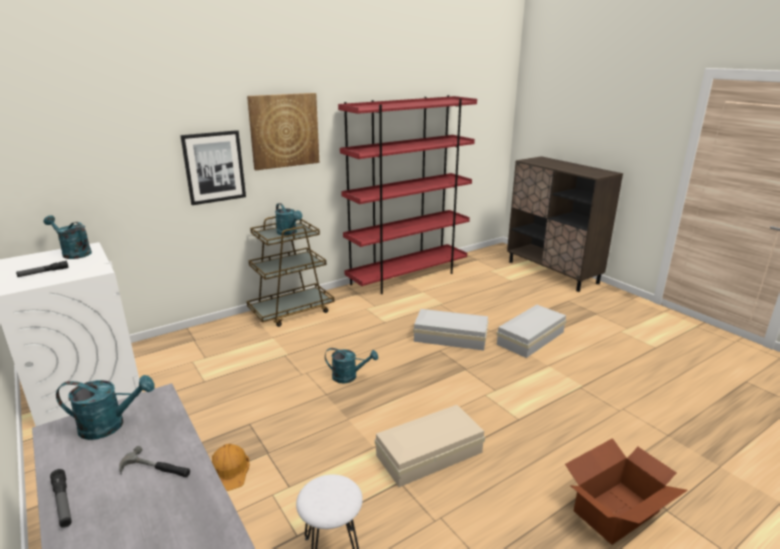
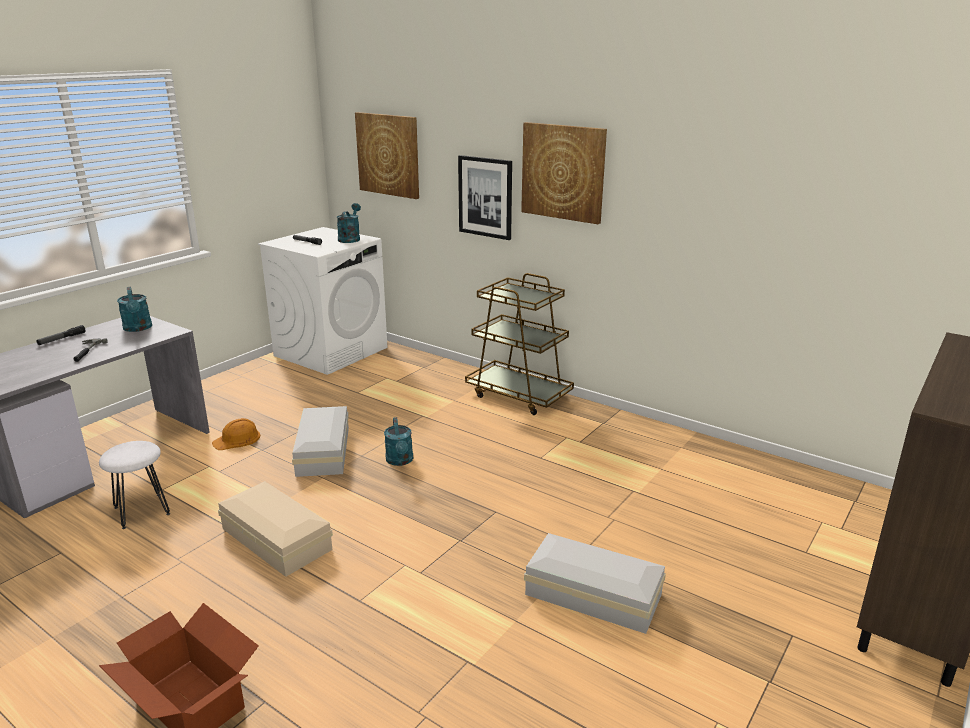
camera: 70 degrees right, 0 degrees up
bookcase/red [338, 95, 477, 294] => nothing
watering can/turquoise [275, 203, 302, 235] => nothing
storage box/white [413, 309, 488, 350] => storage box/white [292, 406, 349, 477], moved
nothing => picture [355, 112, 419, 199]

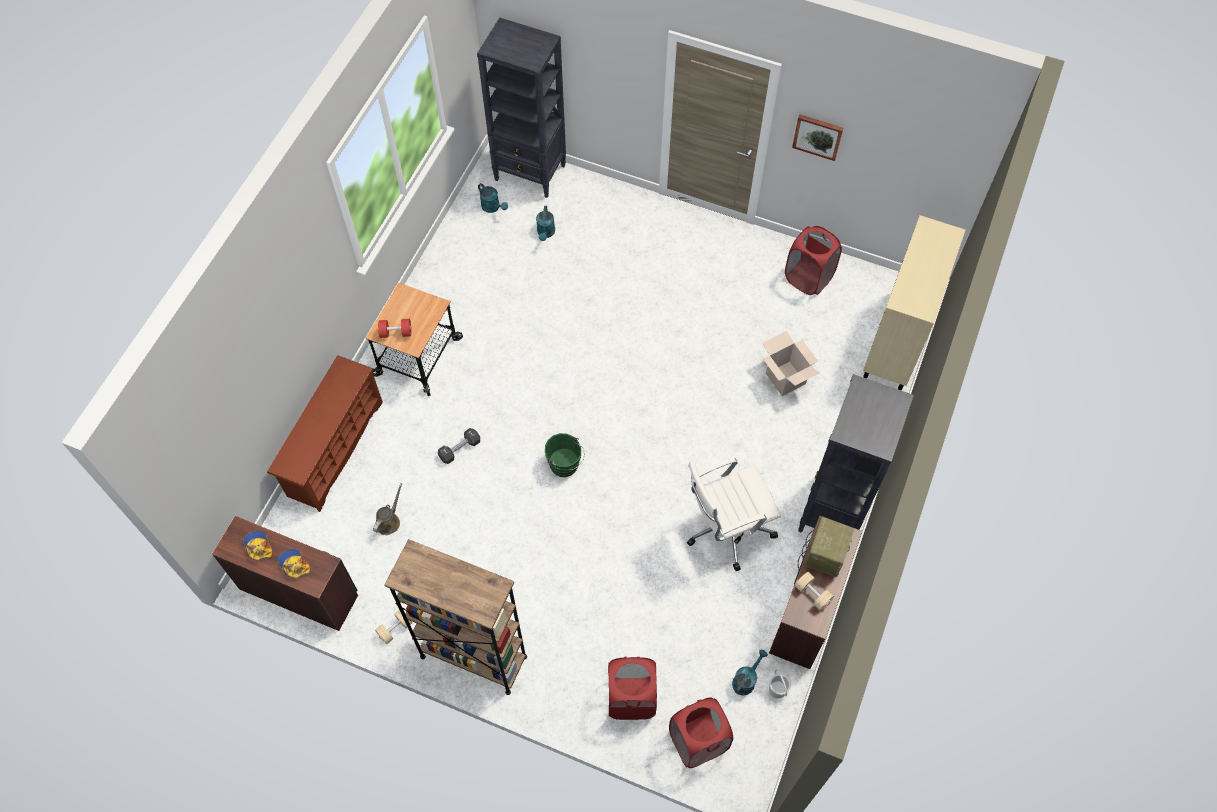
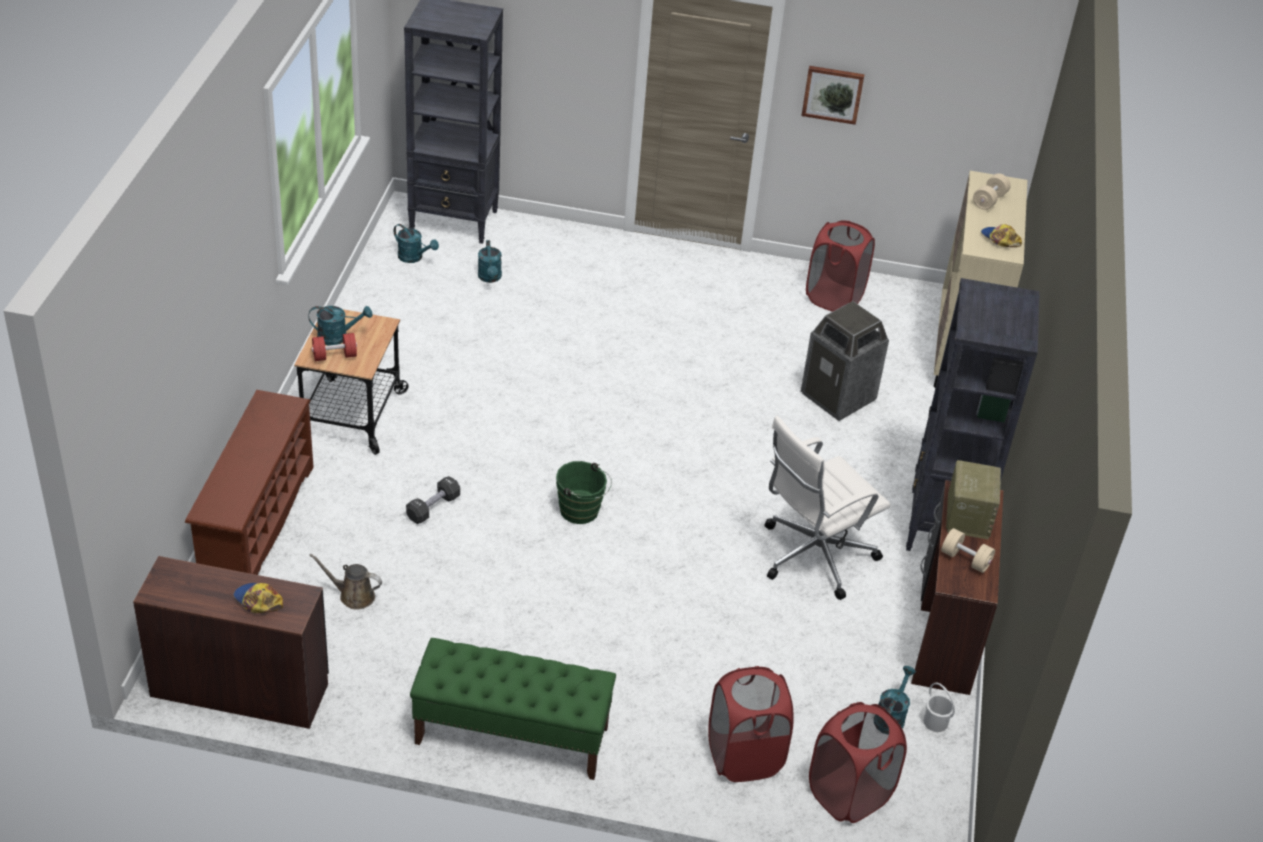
camera: 15 degrees left, 20 degrees down
cardboard box [762, 331, 819, 396] => trash can [801, 301, 889, 421]
watering can/brown [373, 483, 403, 535] => watering can/brown [309, 553, 382, 610], 90 degrees counterclockwise
cap [244, 531, 273, 560] => cap [981, 224, 1022, 247], moved
bookcase/brown [384, 539, 527, 695] => bench/green [410, 638, 616, 780]
dumbbell/beige [375, 610, 412, 644] => dumbbell/beige [973, 173, 1011, 210], moved
nothing => watering can/turquoise [308, 306, 372, 346]

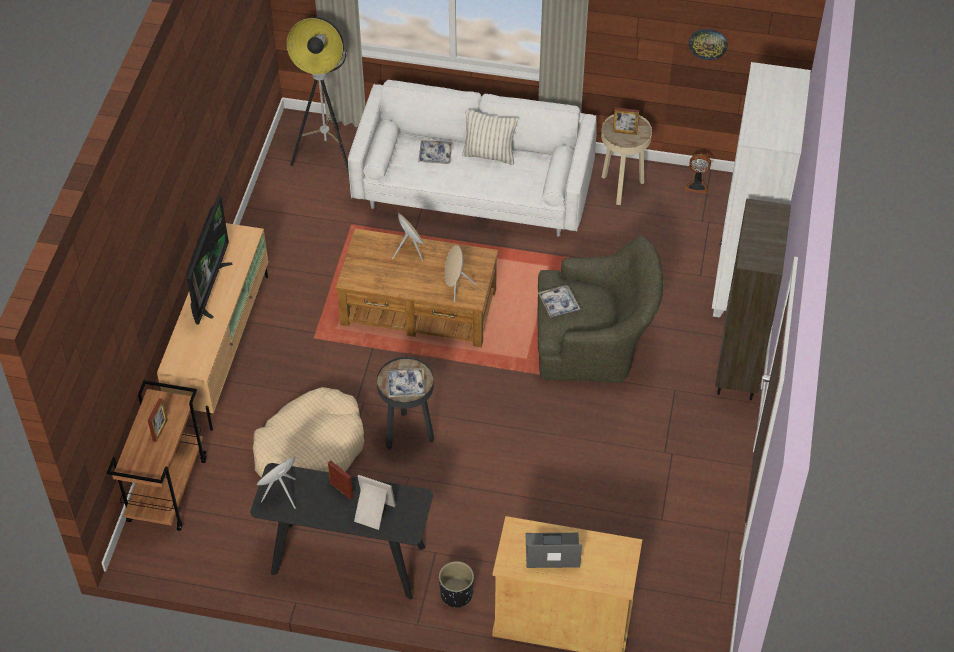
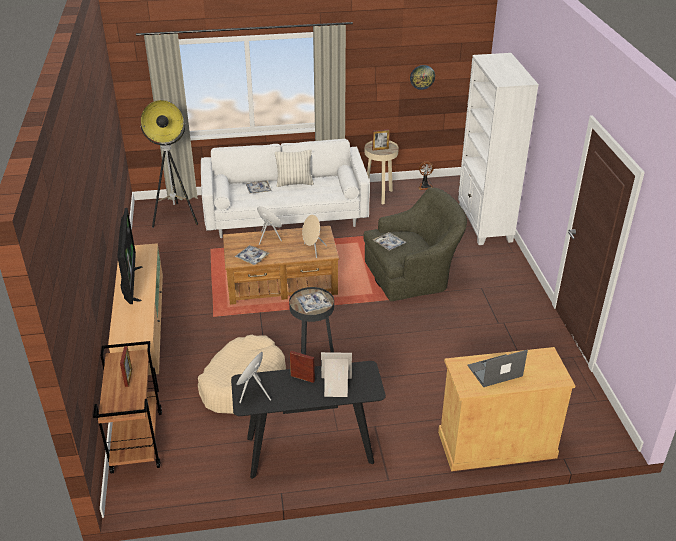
camera: 20 degrees left, 15 degrees down
bookcase/brown [715, 199, 791, 400] => nothing
planter/black [439, 561, 474, 608] => nothing
nothing => tray [235, 245, 270, 265]

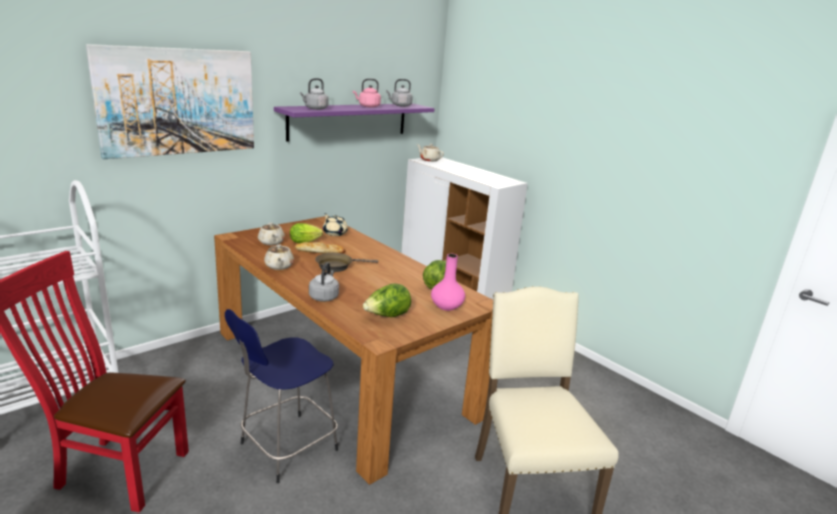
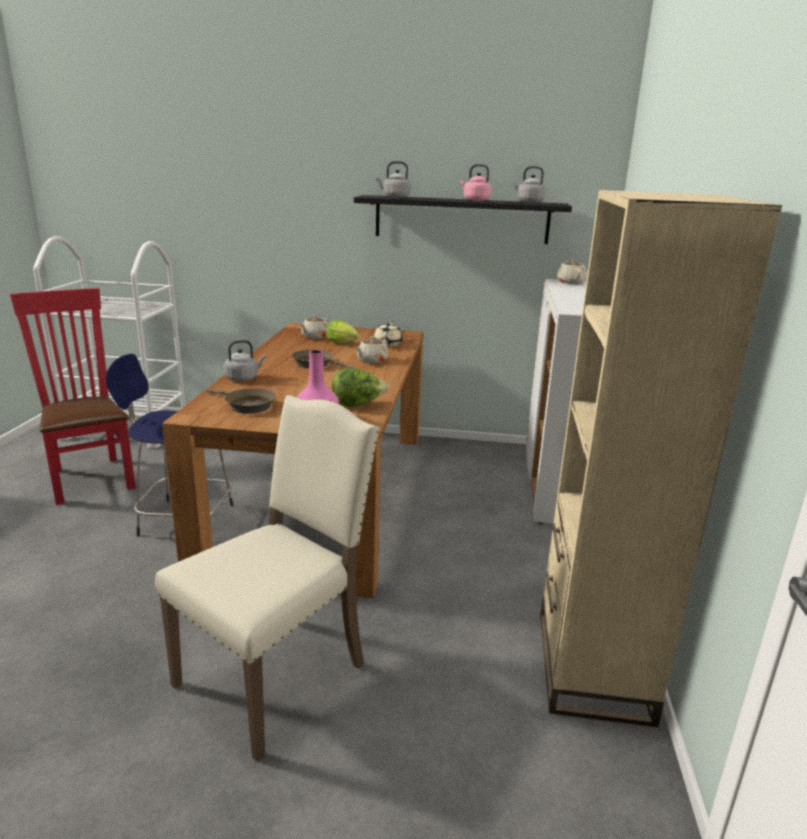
camera: 50 degrees right, 0 degrees up
picture [86, 44, 254, 159] => nothing
shelf/purple [274, 103, 435, 142] => shelf/black [354, 195, 572, 244]
bread [295, 242, 345, 254] => nothing
teapot/beige [264, 244, 294, 270] => teapot/beige [356, 336, 388, 363], moved
lettuce [363, 283, 411, 317] => frying pan/brown [206, 388, 276, 414]
nothing => bookcase/beige [540, 190, 782, 727]

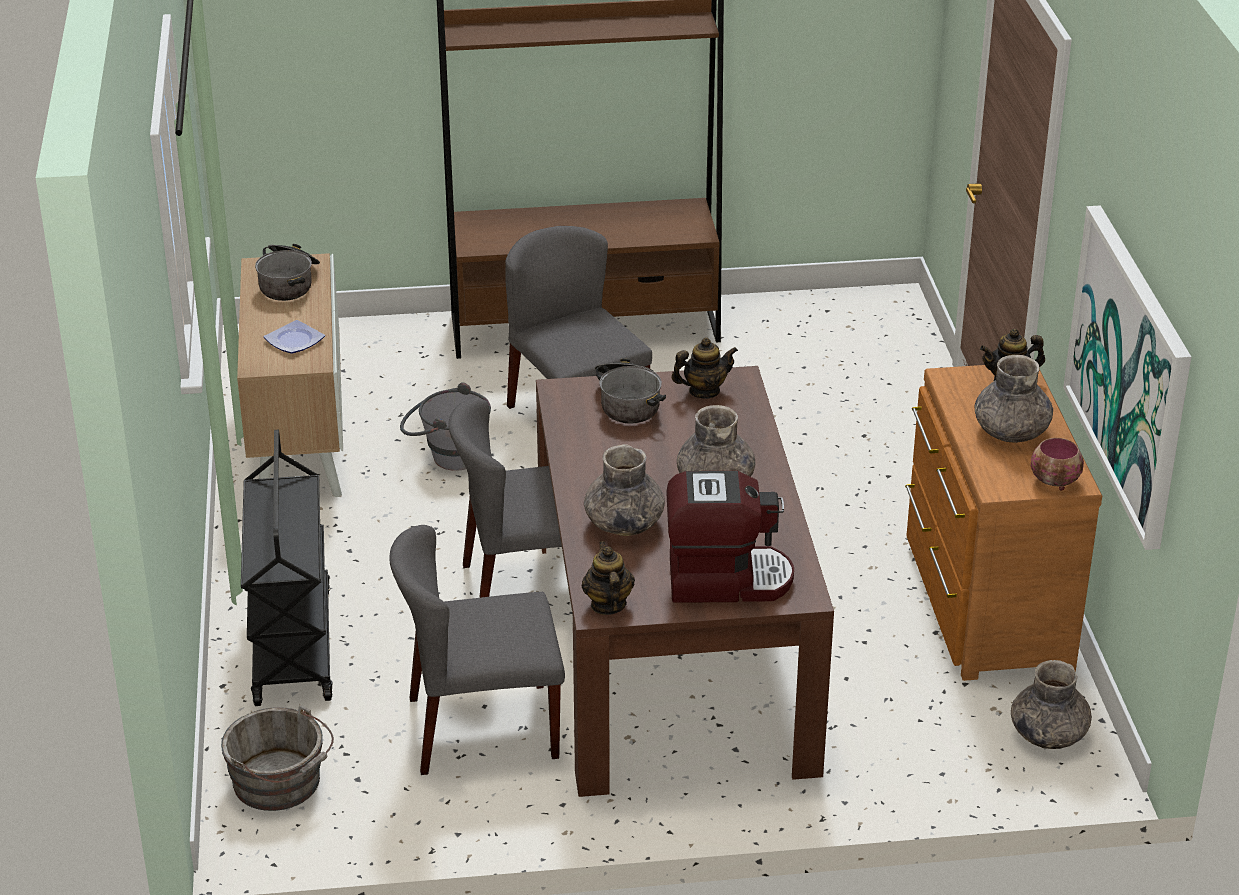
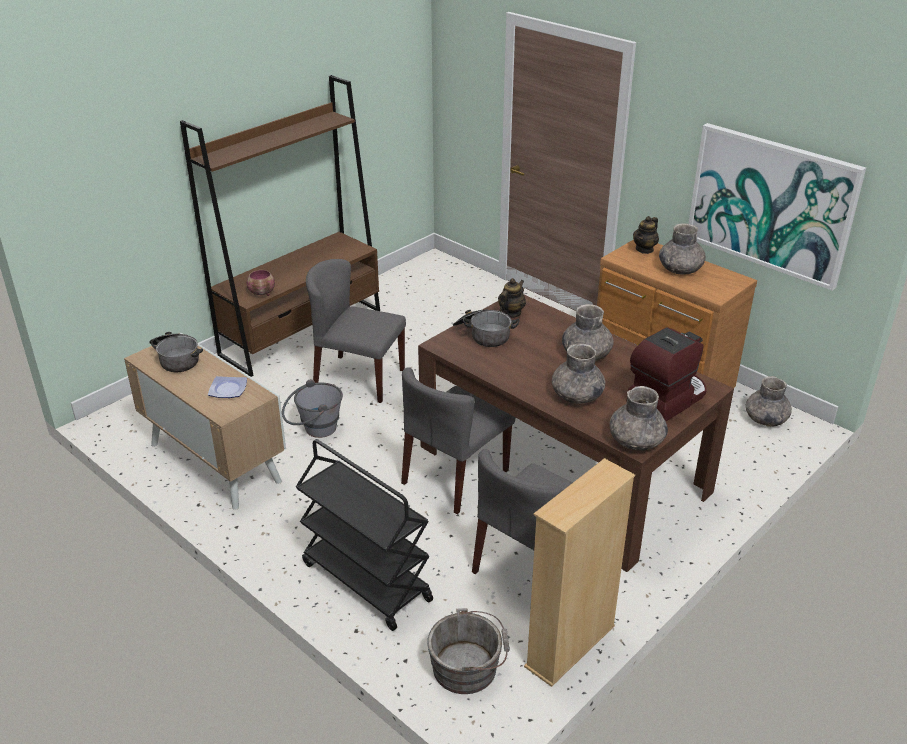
camera: 40 degrees left, 0 degrees up
bowl [1031, 438, 1084, 491] => bowl [247, 270, 275, 296], moved
teapot [582, 541, 635, 615] => vase/grey [609, 386, 668, 451]
nothing => bookcase/beige [524, 458, 635, 687]

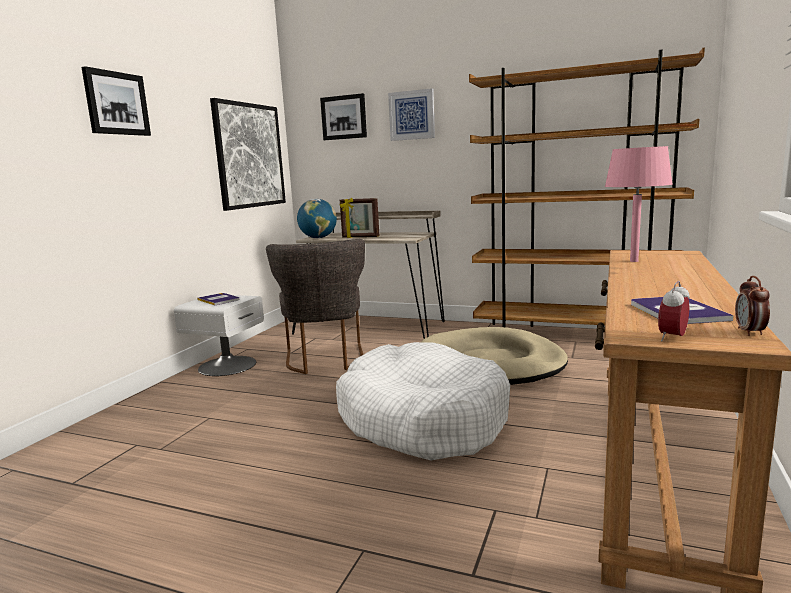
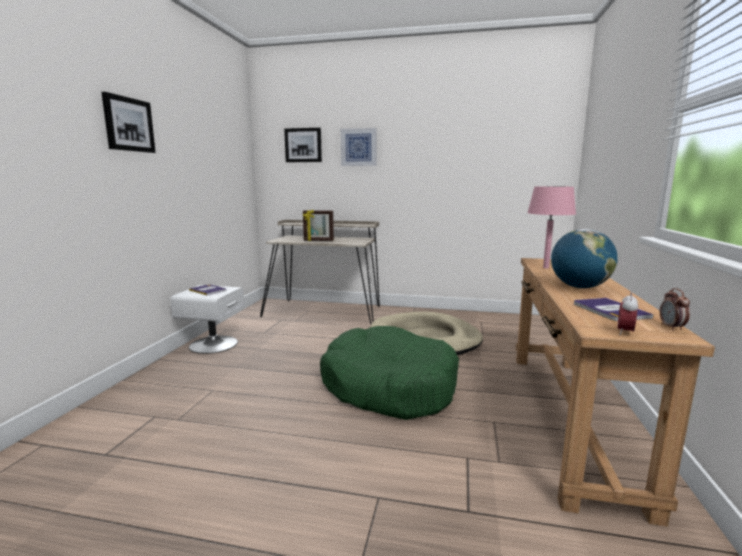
camera: 10 degrees left, 0 degrees up
bookcase/brown [469, 48, 705, 327] => nothing
picture [210, 98, 286, 211] => nothing
globe [297, 199, 337, 238] => globe [551, 229, 618, 288], moved
chair/grey [266, 239, 365, 374] => nothing
dog bed/white [336, 342, 510, 460] => dog bed/green [320, 326, 459, 420]

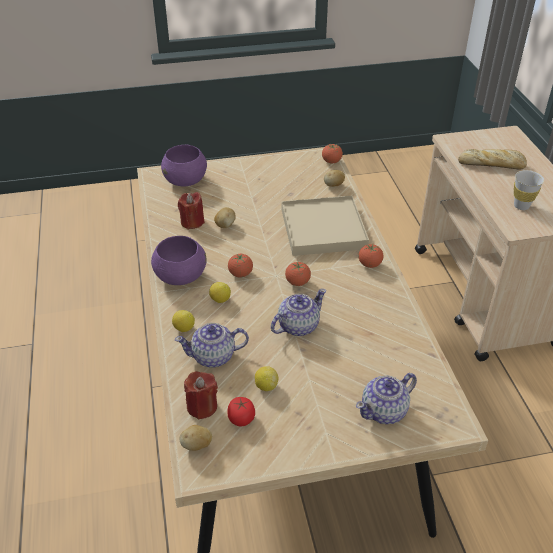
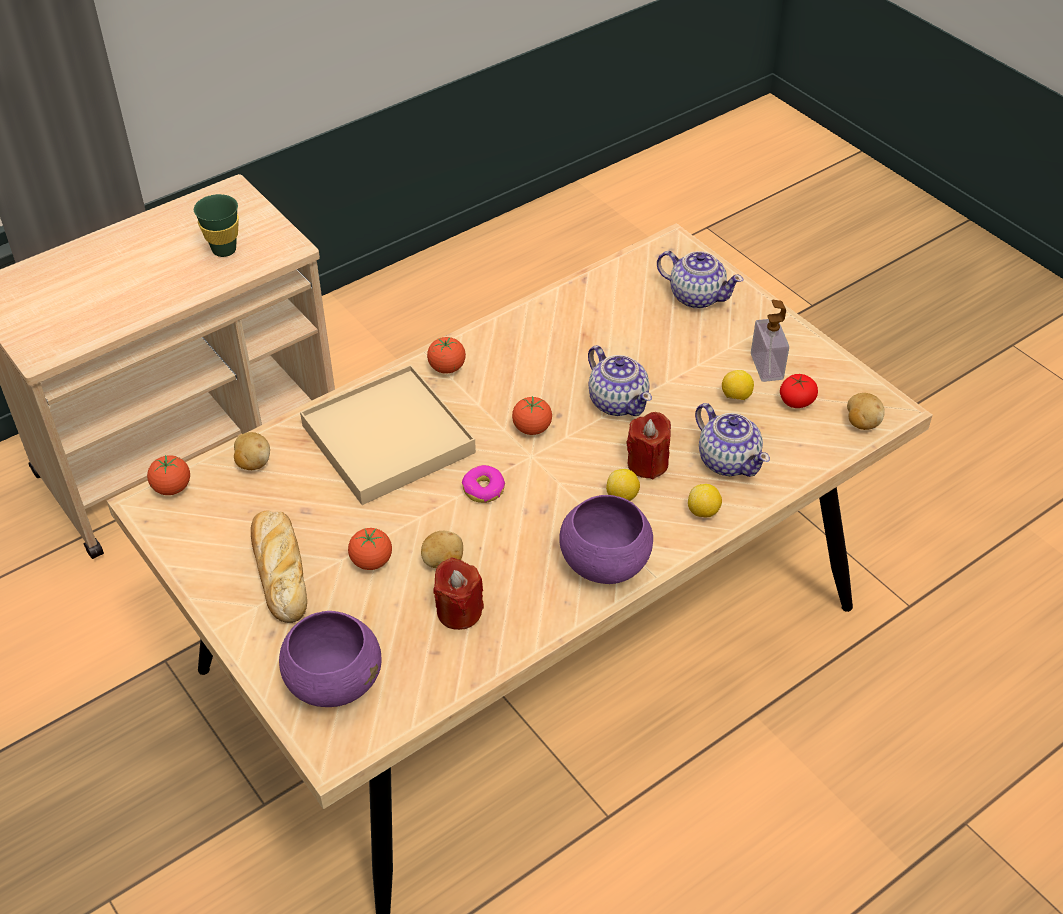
camera: 115 degrees left, 5 degrees up
bread [458, 149, 527, 169] => bread [251, 511, 307, 623], moved
cup/white [514, 170, 544, 210] => cup/green [194, 194, 239, 257]
tomato [228, 253, 253, 277] => tomato [348, 528, 392, 570], moved
teapot [271, 289, 326, 336] => teapot [588, 345, 652, 416], 150 degrees counterclockwise
candle/red [184, 371, 218, 419] => candle/red [627, 412, 671, 479], moved
nothing => soap dispenser [751, 300, 789, 382]
nothing => donut [462, 465, 505, 503]

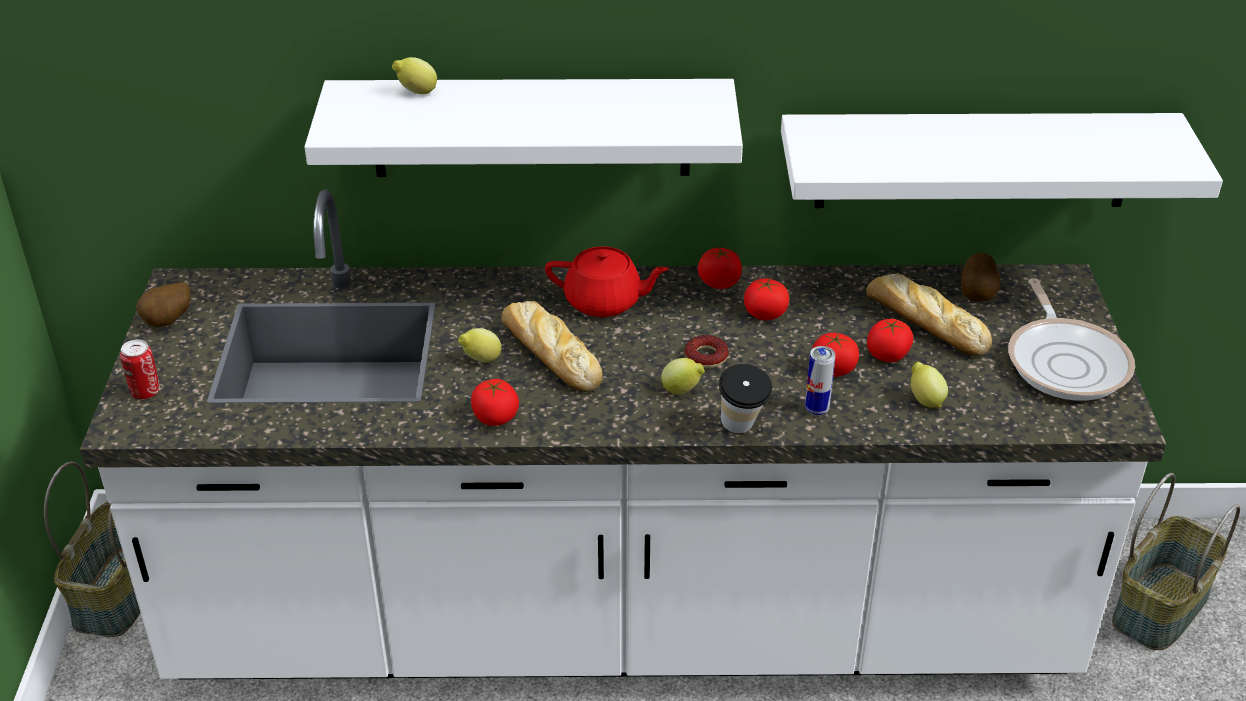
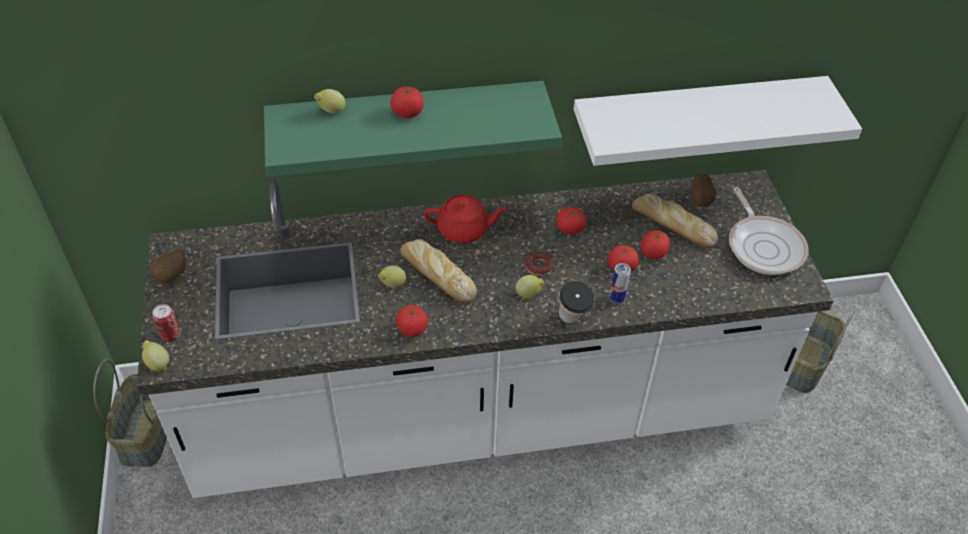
camera: 10 degrees left, 10 degrees up
shelf/white [304, 79, 743, 177] => shelf/green [264, 81, 562, 177]
tomato [698, 248, 742, 289] => tomato [390, 87, 424, 118], moved
lemon [911, 362, 948, 408] => lemon [142, 340, 169, 371], moved

